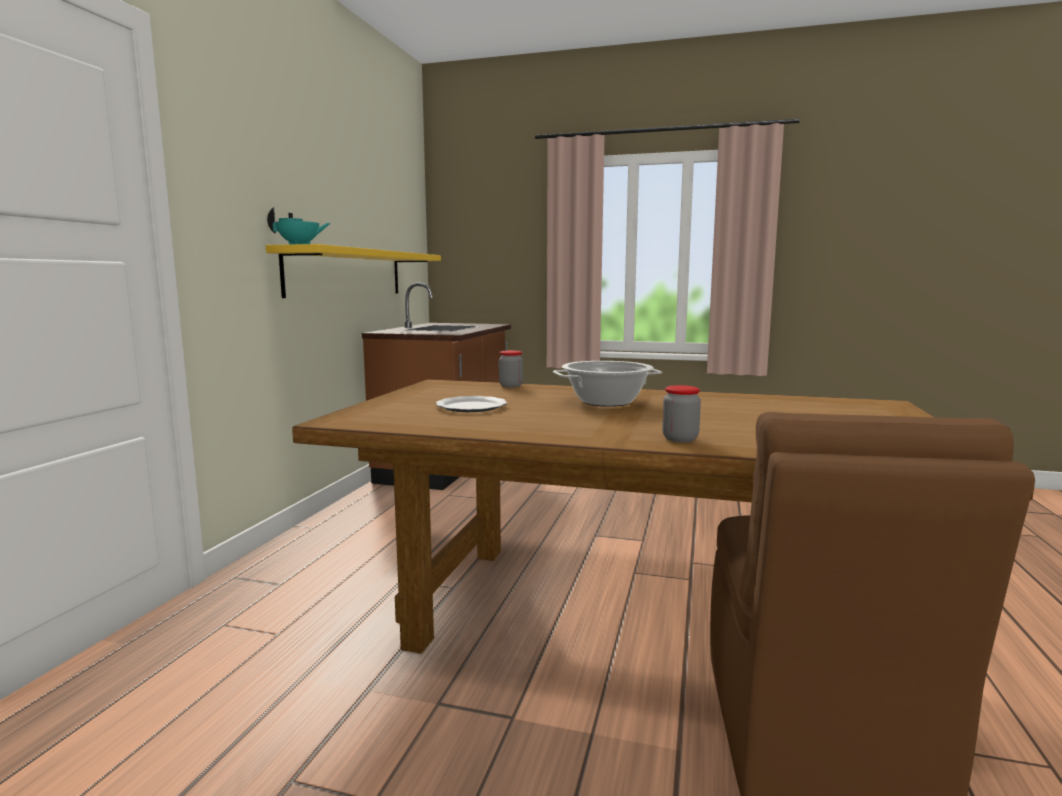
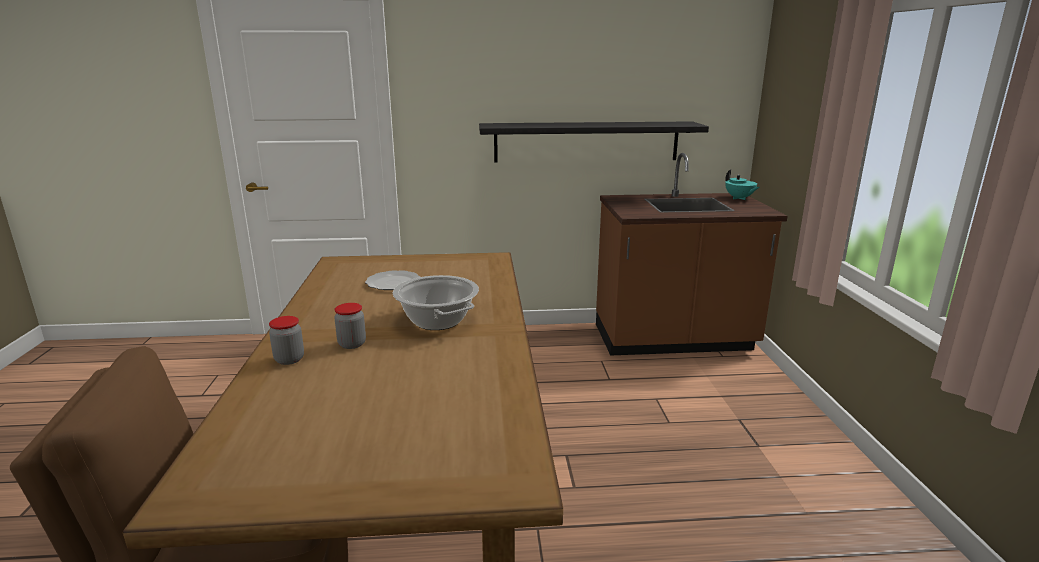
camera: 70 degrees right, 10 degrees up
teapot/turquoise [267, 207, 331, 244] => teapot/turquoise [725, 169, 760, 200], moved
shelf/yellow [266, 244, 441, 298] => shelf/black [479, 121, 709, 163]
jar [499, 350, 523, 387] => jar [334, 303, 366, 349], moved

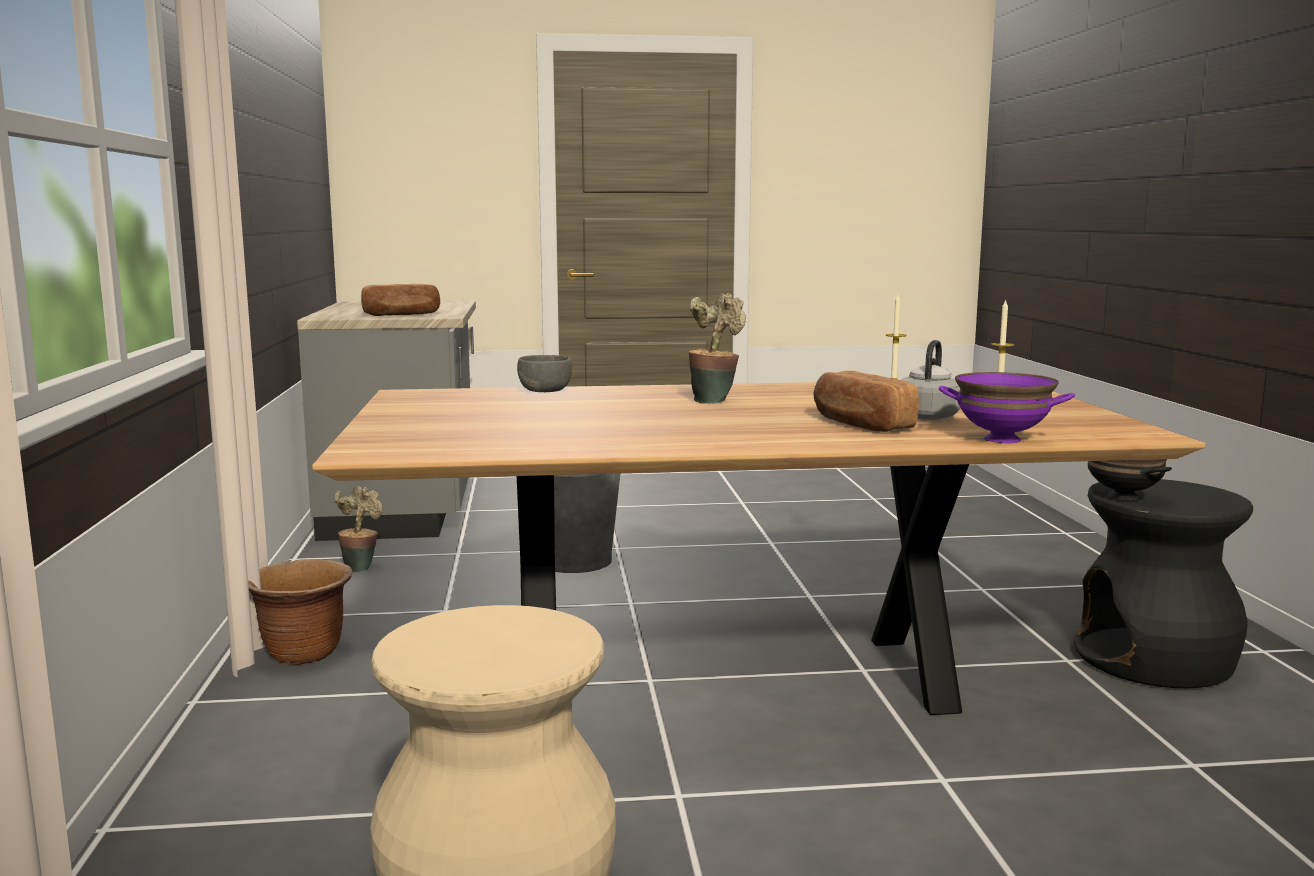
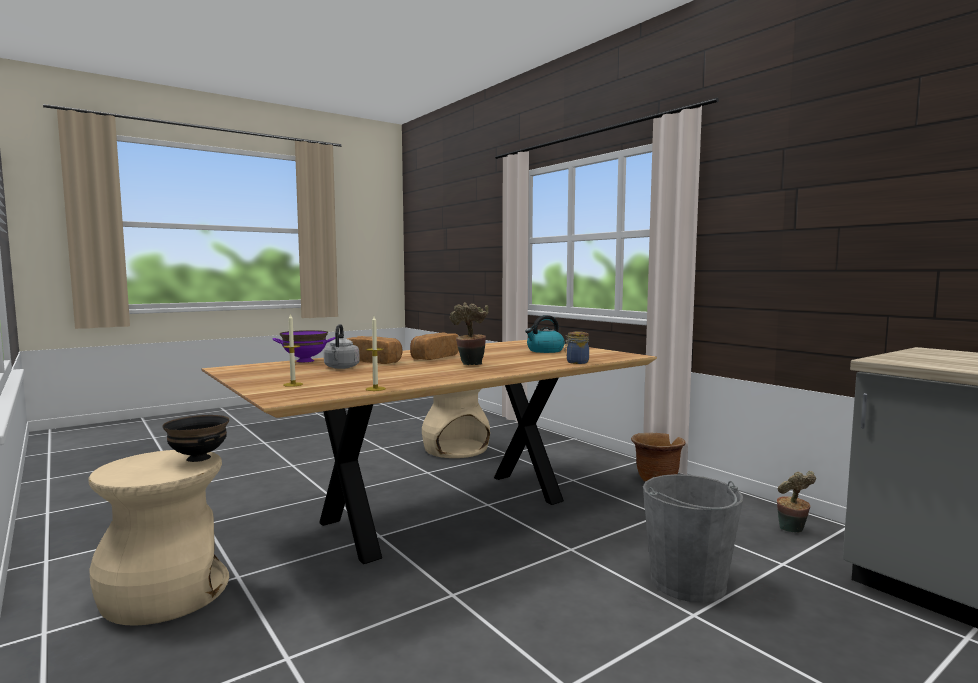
camera: 150 degrees right, 5 degrees down
bread [361, 284, 440, 316] => bread [410, 333, 459, 360], moved
bowl/grey [517, 355, 572, 392] => jar [564, 331, 589, 364]
stool/black [1074, 479, 1253, 688] => stool/beige [88, 450, 229, 626]
nothing => kettle [525, 315, 565, 353]

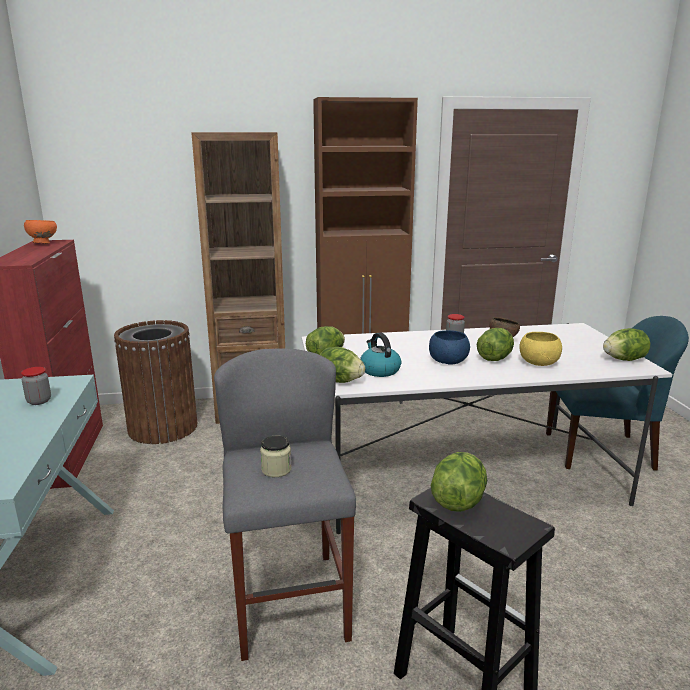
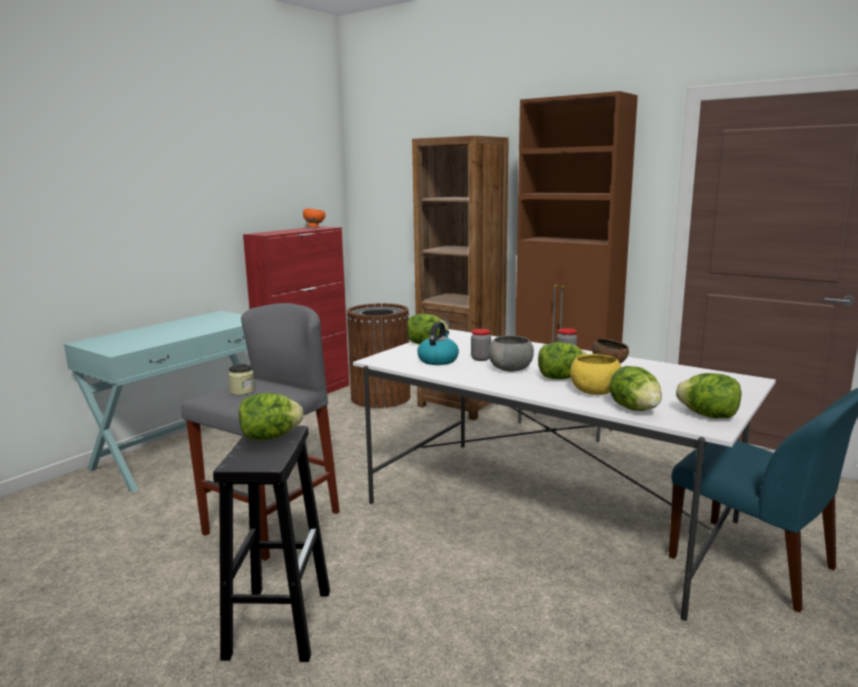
camera: 45 degrees right, 5 degrees down
bowl/blue [429, 330, 470, 364] => bowl/grey [488, 336, 534, 372]
lettuce [320, 347, 365, 383] => lettuce [609, 366, 662, 411], moved
jar [21, 367, 51, 405] => jar [471, 329, 491, 361], moved

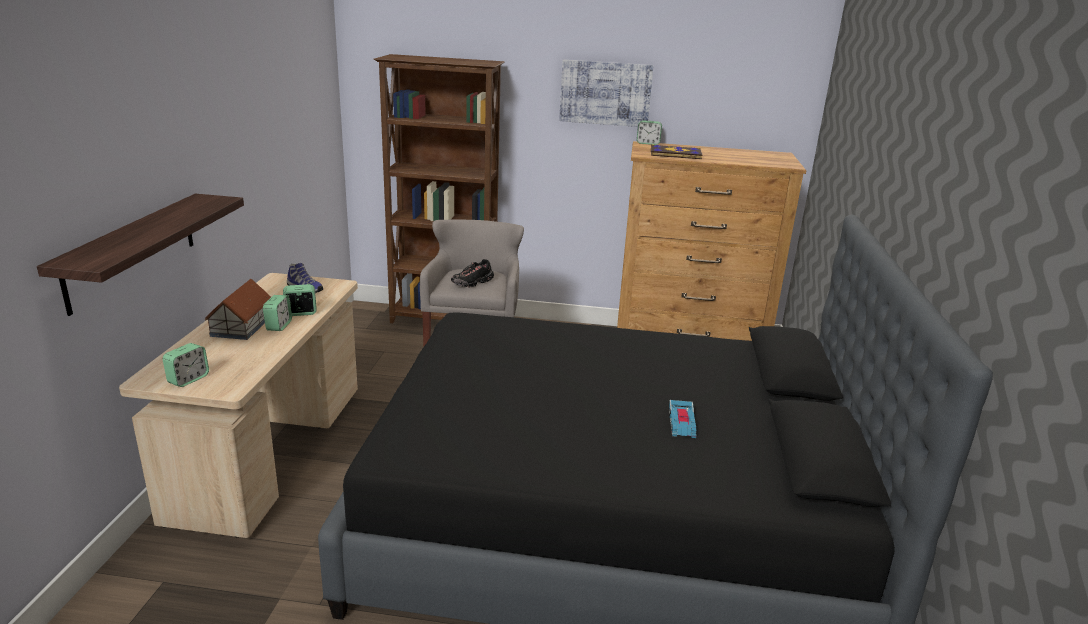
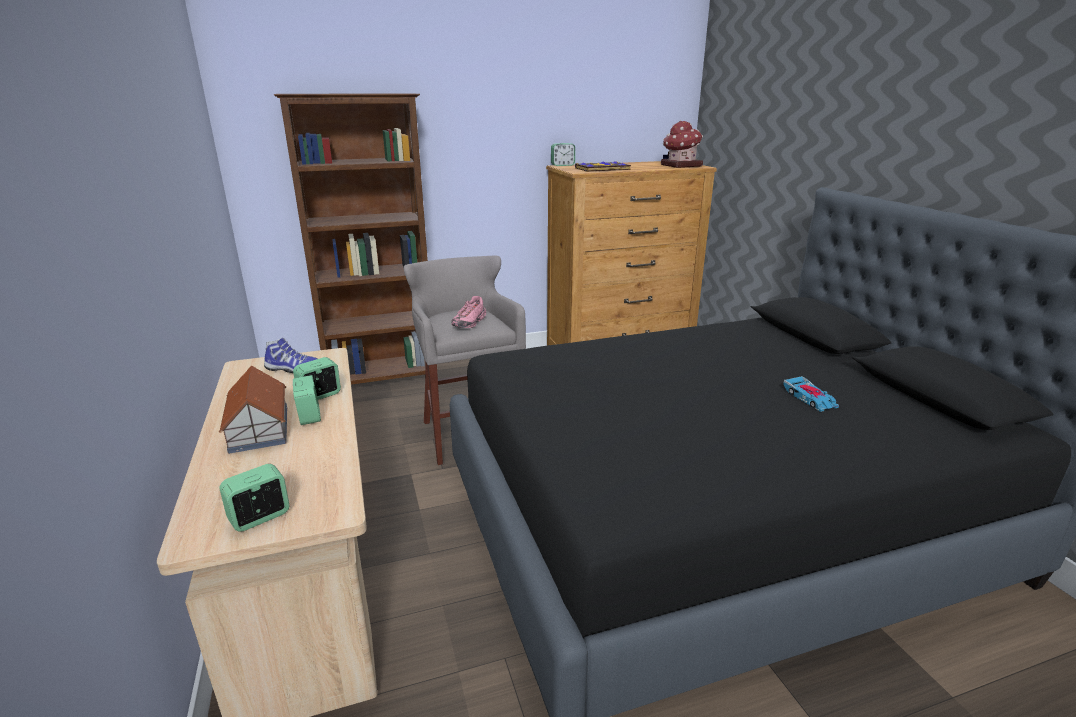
camera: 25 degrees left, 0 degrees up
picture [559, 60, 654, 127] => nothing
shelf [37, 194, 244, 316] => nothing
shoe/black [451, 259, 494, 288] => shoe/pink [451, 296, 486, 328]
alarm clock [163, 343, 209, 387] => alarm clock [219, 464, 290, 532], 135 degrees counterclockwise
nothing => toy house [661, 121, 703, 168]

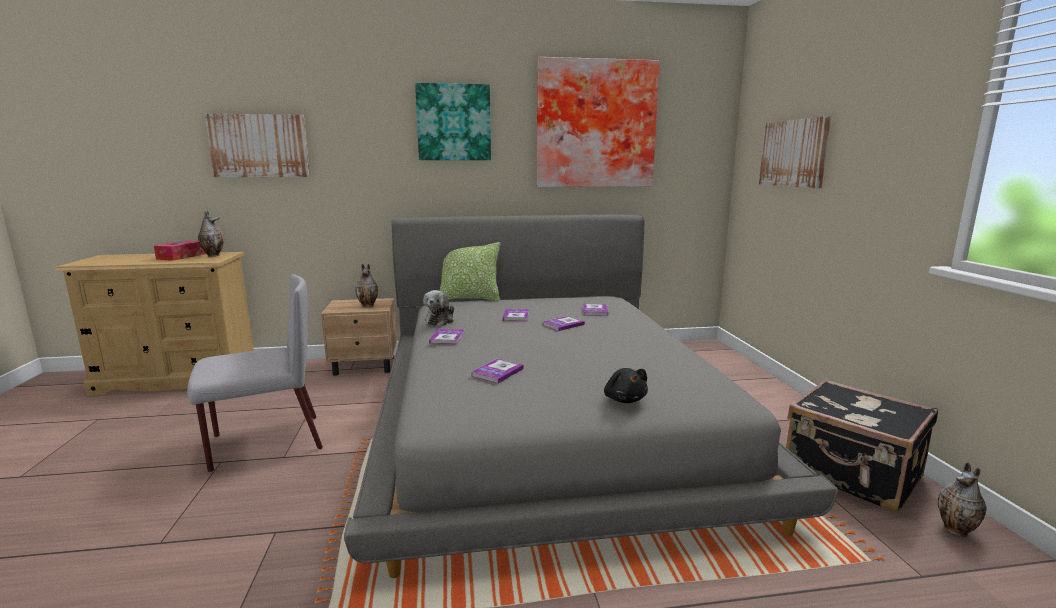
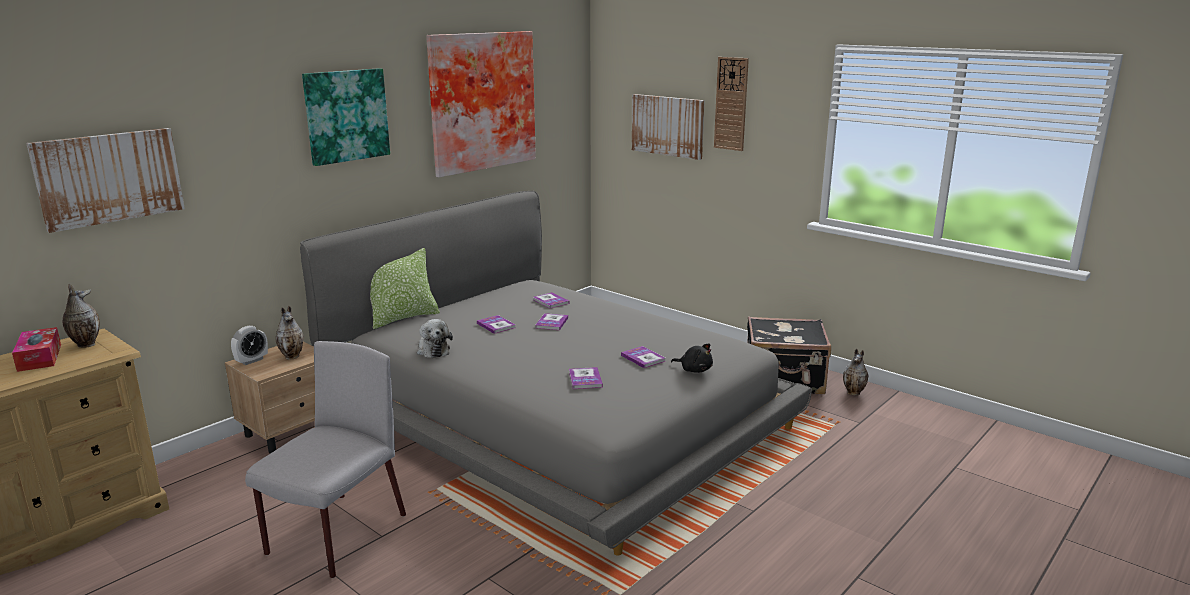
camera: 40 degrees left, 5 degrees up
book [429, 328, 464, 344] => book [621, 346, 666, 368], moved
nothing => wall clock [714, 57, 749, 151]
nothing => alarm clock [231, 326, 268, 365]

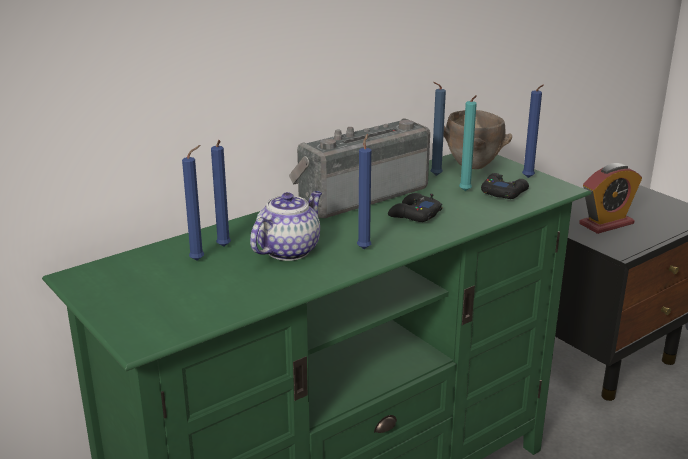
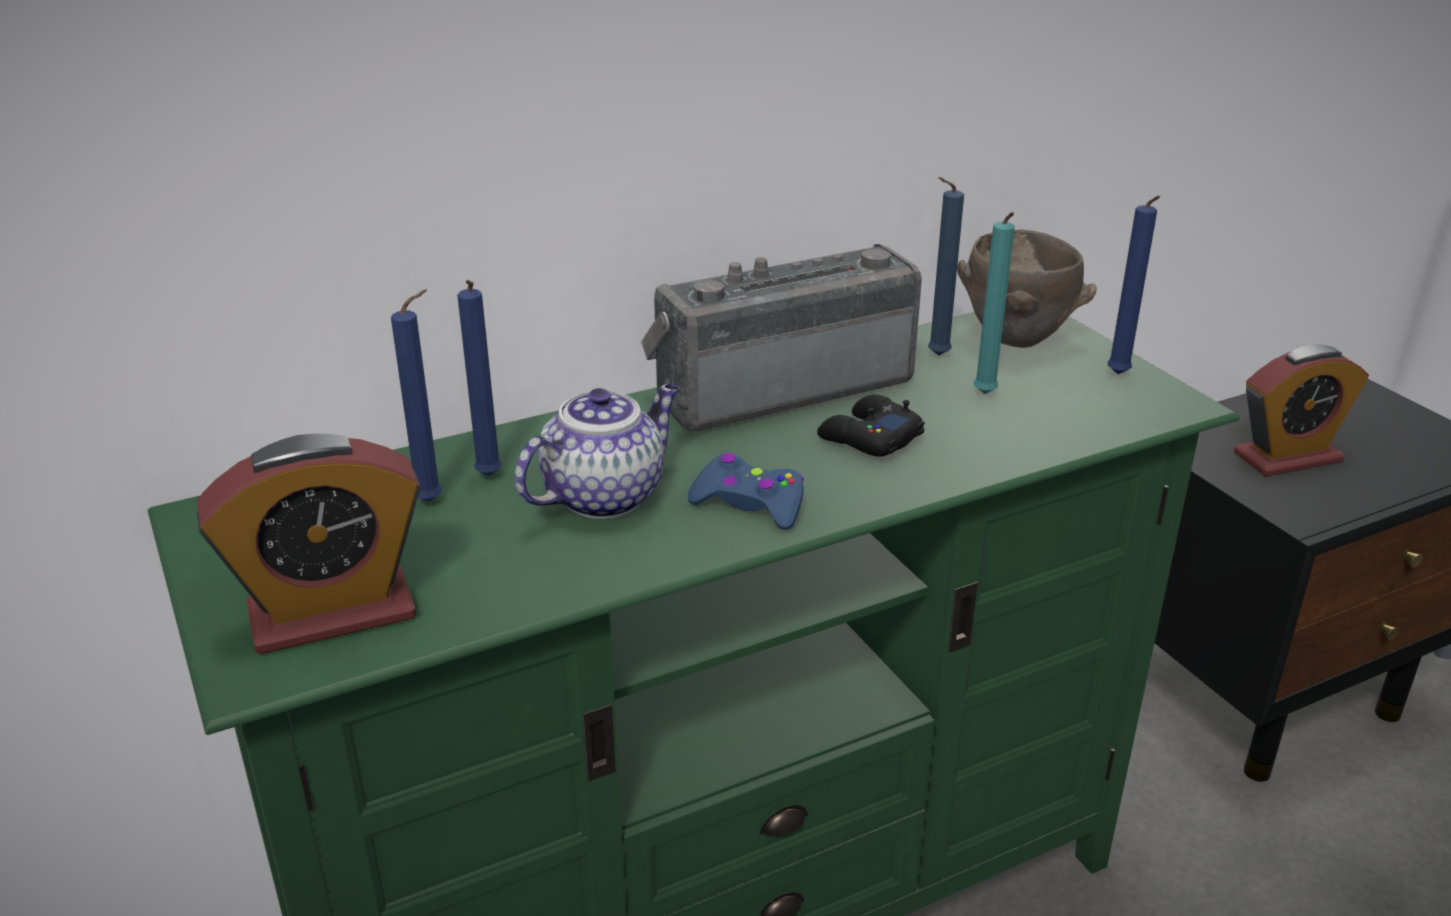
camera: 10 degrees right, 5 degrees up
candle/blue [357, 134, 371, 249] => game controller/blue [688, 453, 804, 530]
game controller/black [481, 173, 529, 199] => nothing
nothing => alarm clock [197, 434, 421, 654]

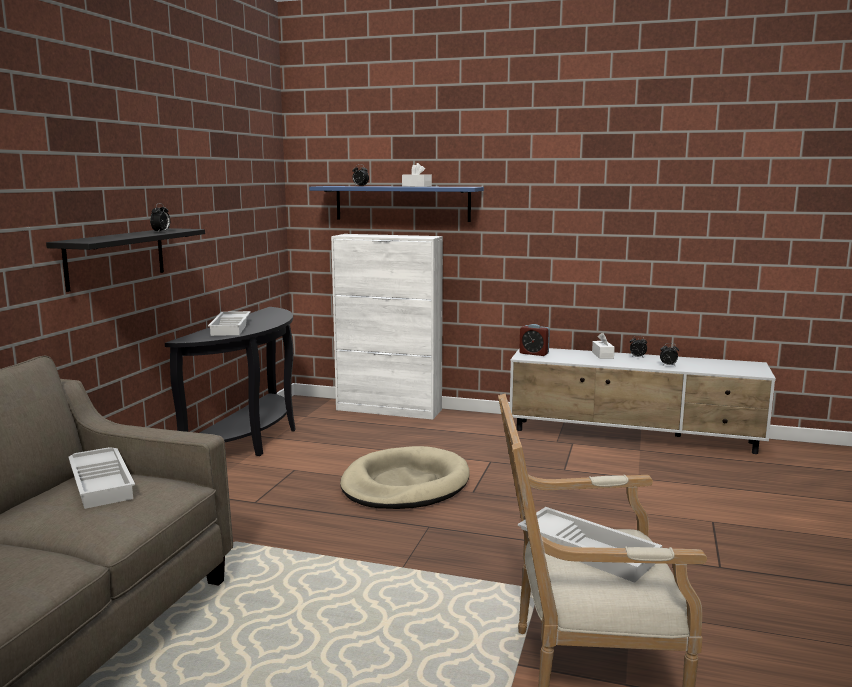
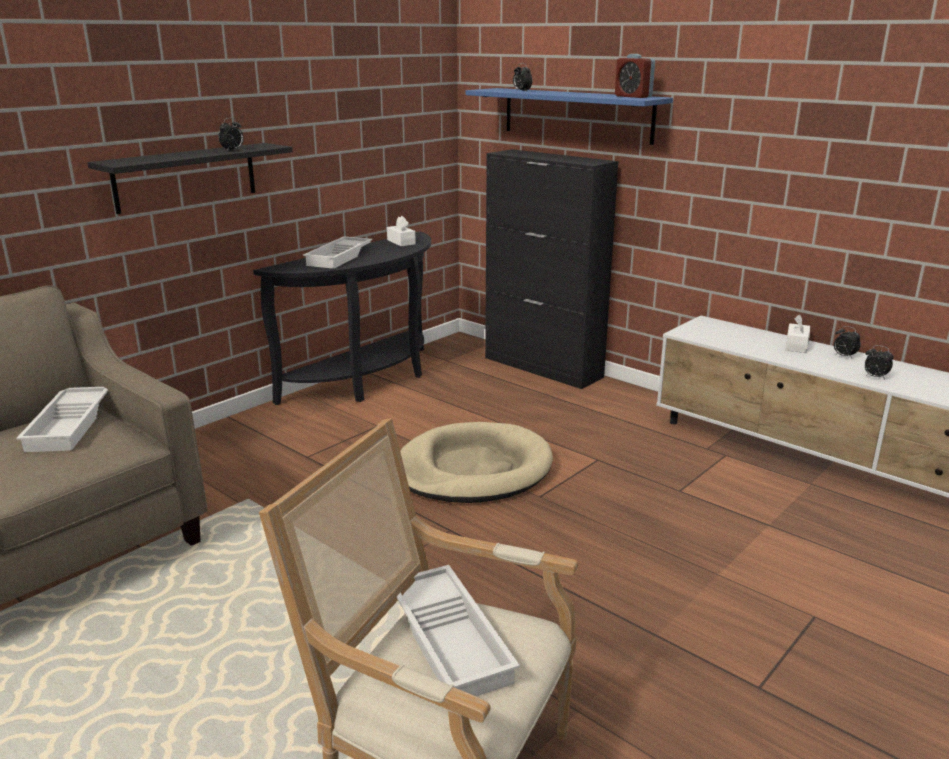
camera: 25 degrees right, 10 degrees up
tissue box/white [402, 163, 432, 187] => tissue box/white [387, 216, 416, 246], moved
cabinet/white [331, 234, 443, 420] => cabinet/black [485, 149, 618, 389]
alarm clock [519, 324, 550, 356] => alarm clock [615, 54, 655, 98], moved

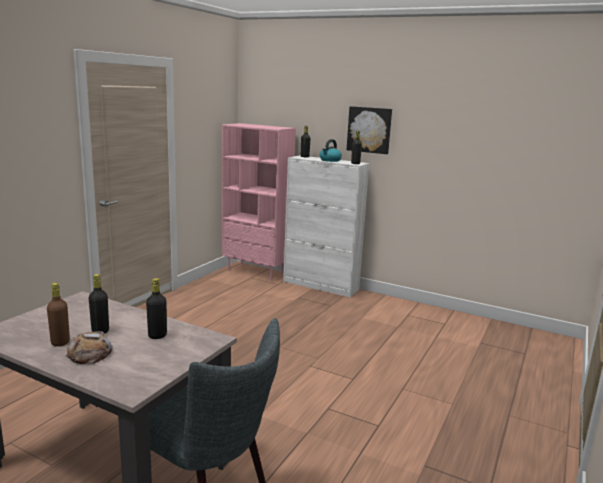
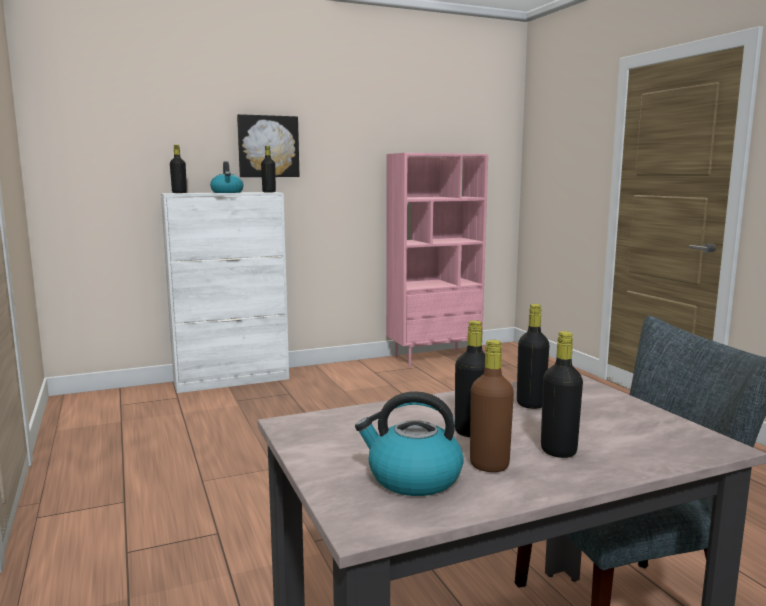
camera: 50 degrees left, 5 degrees down
bookcase/pink [222, 123, 296, 281] => bookcase/pink [386, 153, 488, 367], moved
bread [65, 331, 113, 364] => bottle/black [541, 331, 583, 458]
nothing => kettle [355, 391, 464, 496]

